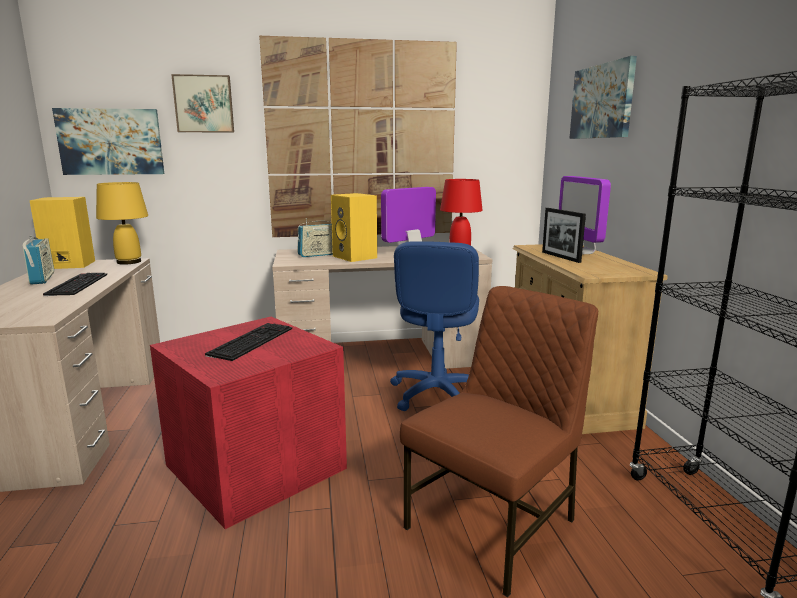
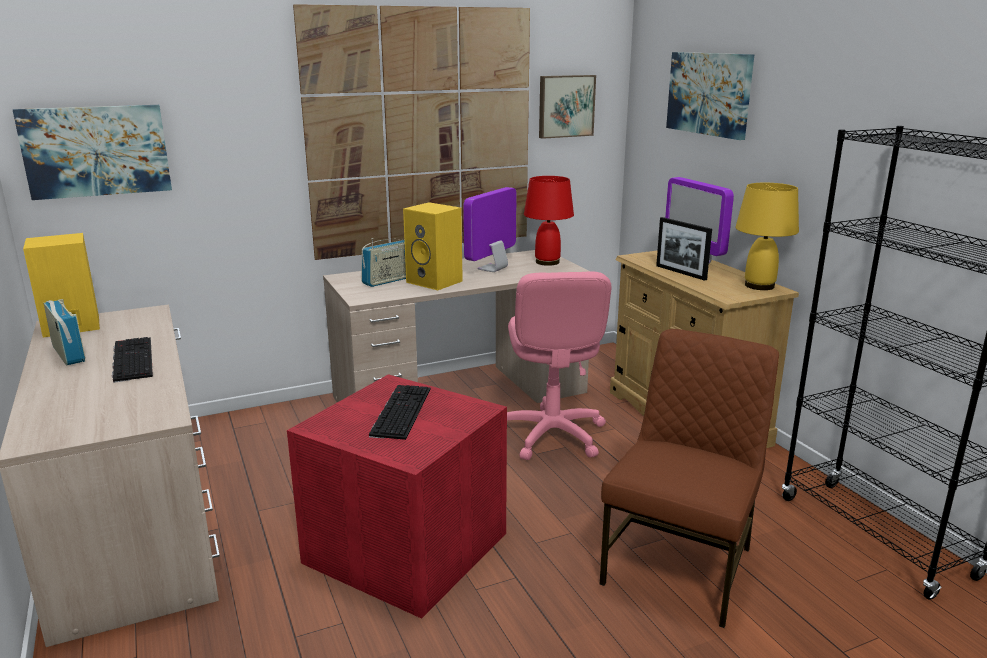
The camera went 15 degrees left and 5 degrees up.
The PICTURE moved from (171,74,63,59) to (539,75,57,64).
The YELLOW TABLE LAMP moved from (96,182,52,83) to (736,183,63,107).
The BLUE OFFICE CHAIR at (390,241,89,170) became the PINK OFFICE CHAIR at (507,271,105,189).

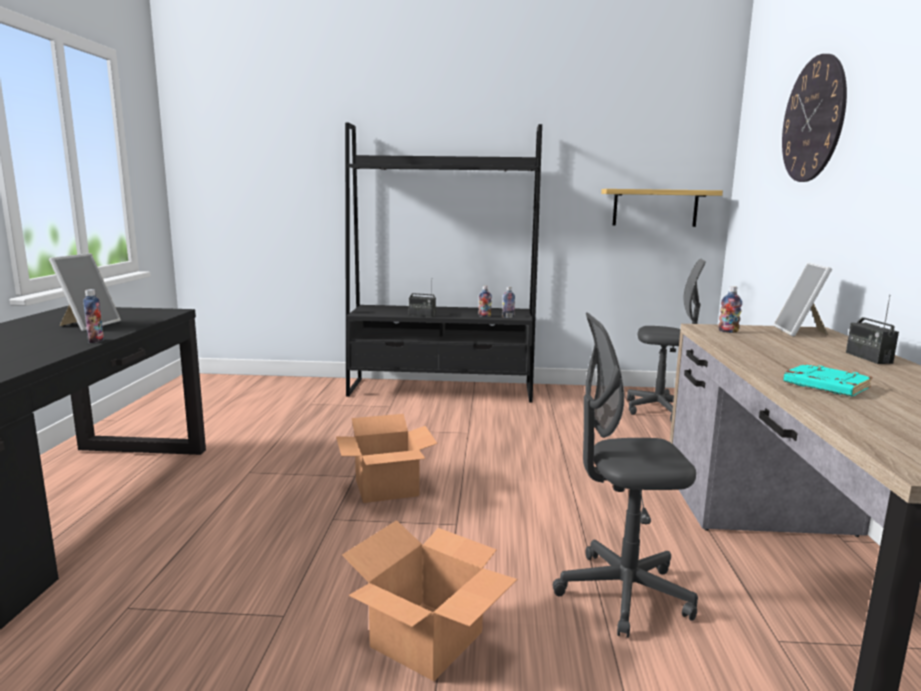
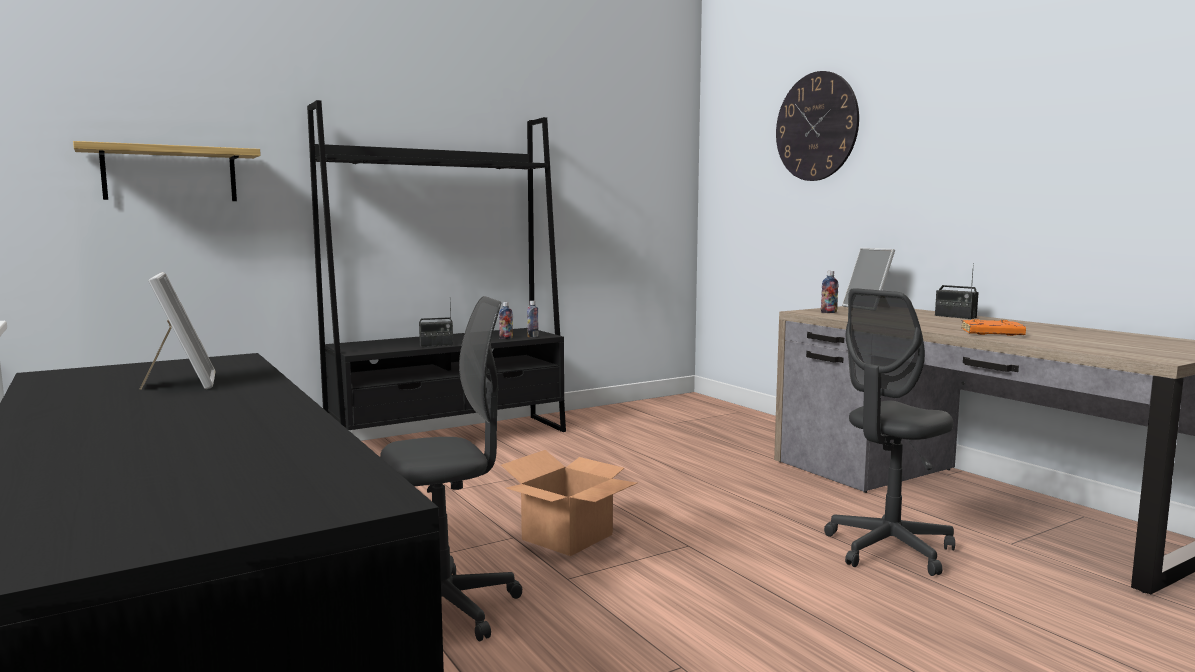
The camera went 35 degrees left and 5 degrees down.
The SHELF moved from (601,189,122,38) to (73,141,188,60).
The GREY OFFICE CHAIR moved from (627,259,79,162) to (380,296,142,345).
The BOTTLE at (83,289,21,54) disappeared.
The TURQUOISE BOOK at (783,364,90,32) became the ORANGE BOOK at (961,319,65,17).
The CARDBOARD BOX at (342,520,175,161) disappeared.

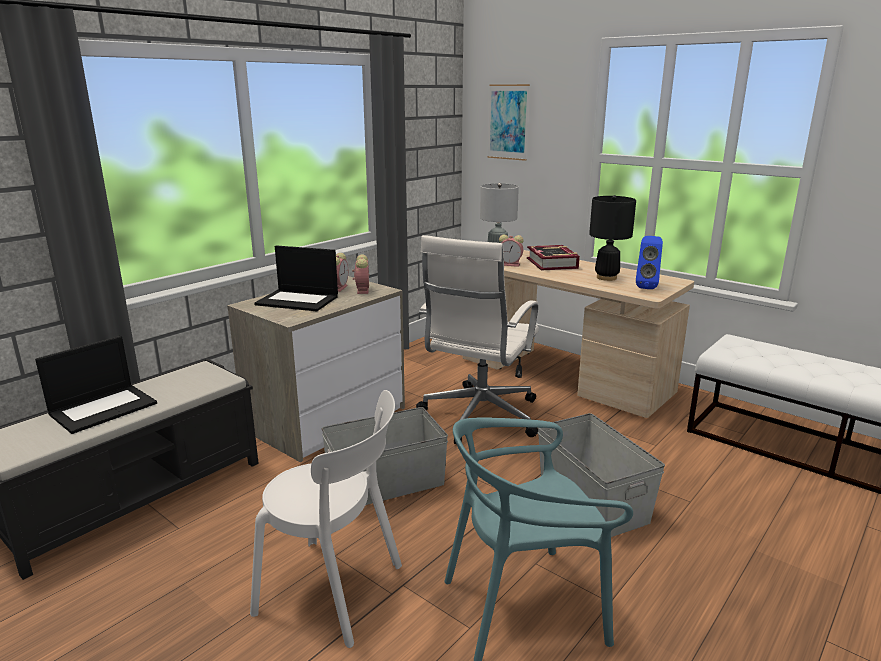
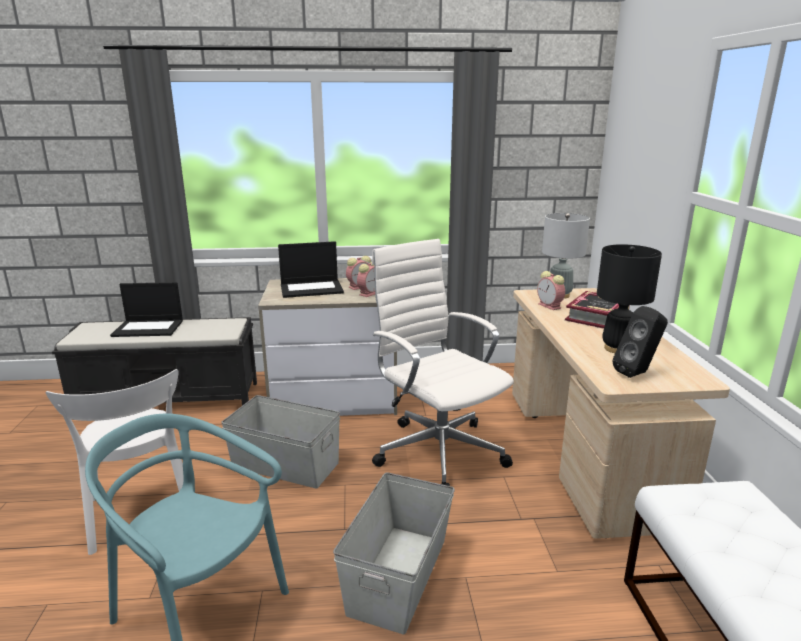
The camera went 45 degrees right and 0 degrees up.
The PICTURE at (488,84,42,77) disappeared.
The WHITE OFFICE CHAIR at (416,235,123,209) turned 75 degrees clockwise.
The BLUE SPEAKER at (636,236,27,53) became the BLACK SPEAKER at (612,306,56,72).
The LAPTOP at (254,245,84,66) turned 75 degrees counterclockwise.

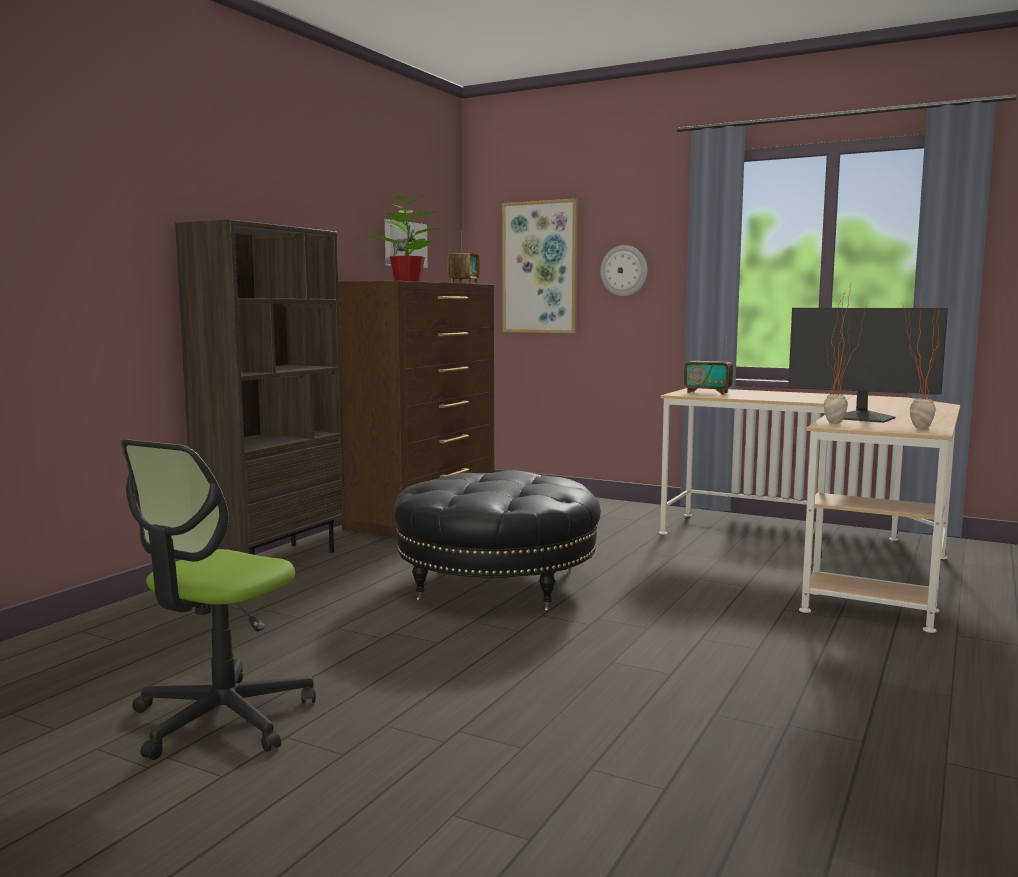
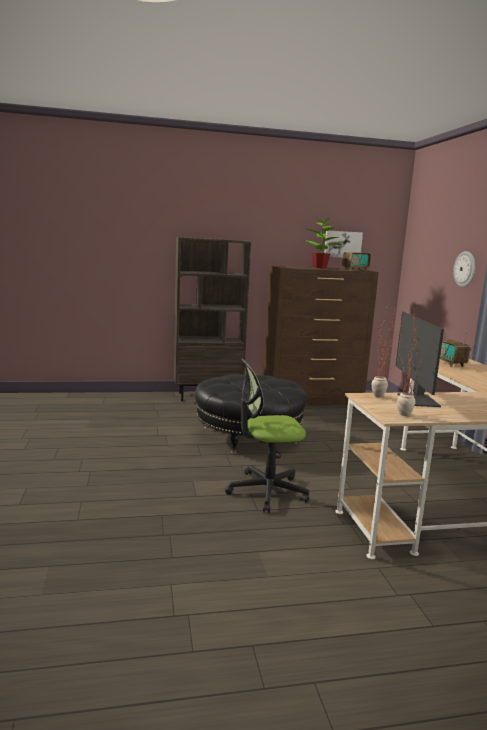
The camera went 50 degrees right and 5 degrees up.
The PICTURE at (502,198,76,135) disappeared.
The OFFICE CHAIR moved from (121,439,195,321) to (225,358,84,155).

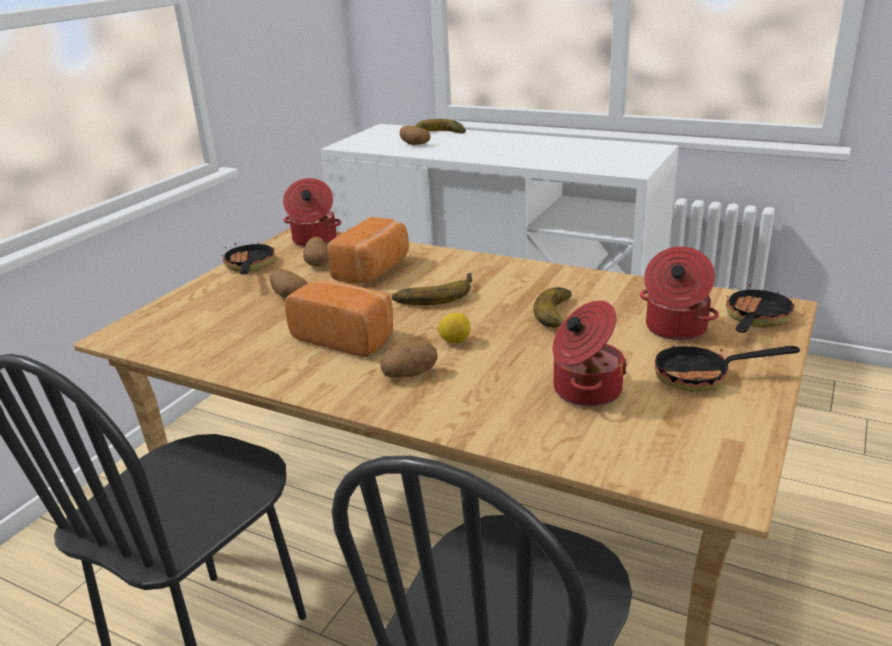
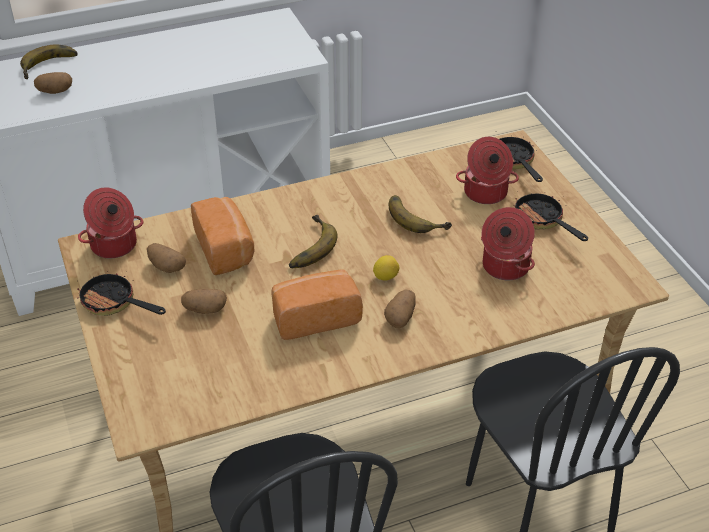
The camera went 50 degrees left and 15 degrees up.
The FRYING PAN at (655,332,145,59) turned 105 degrees clockwise.

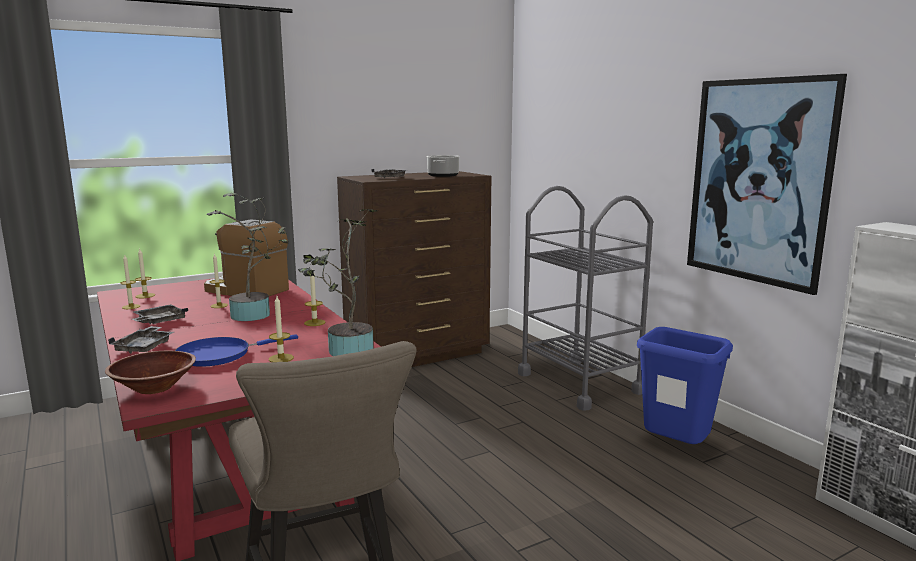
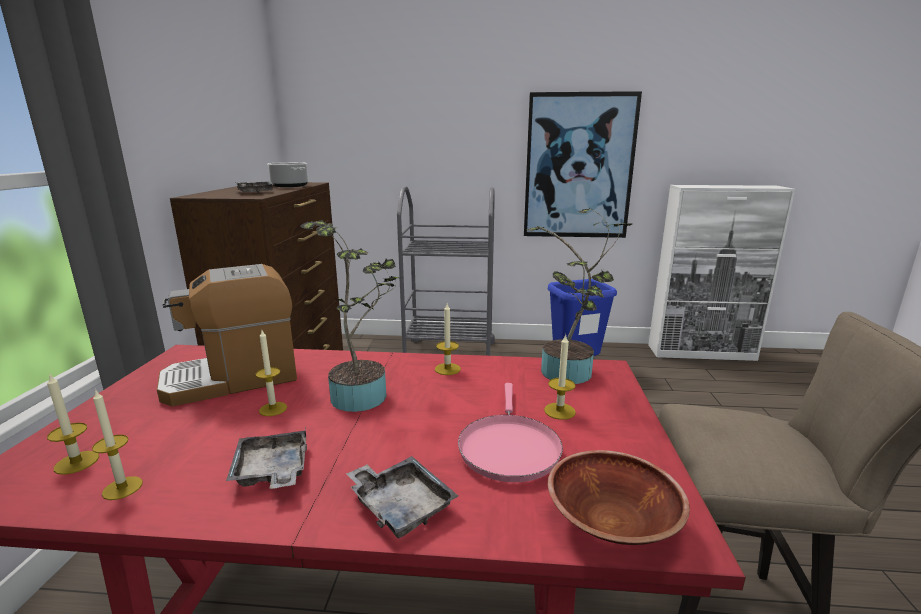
The camera went 55 degrees left and 5 degrees up.
The BLUE FRYING PAN at (175,334,123,33) became the PINK FRYING PAN at (458,383,105,99).

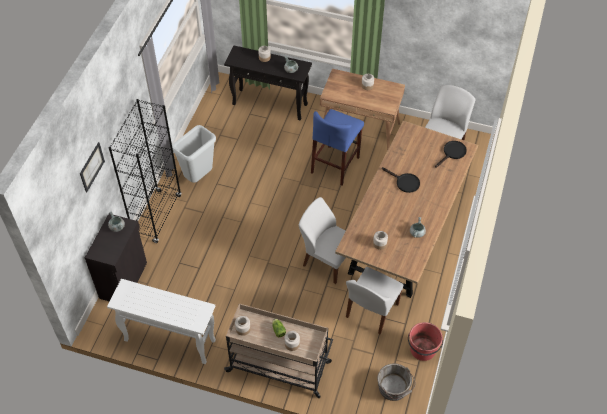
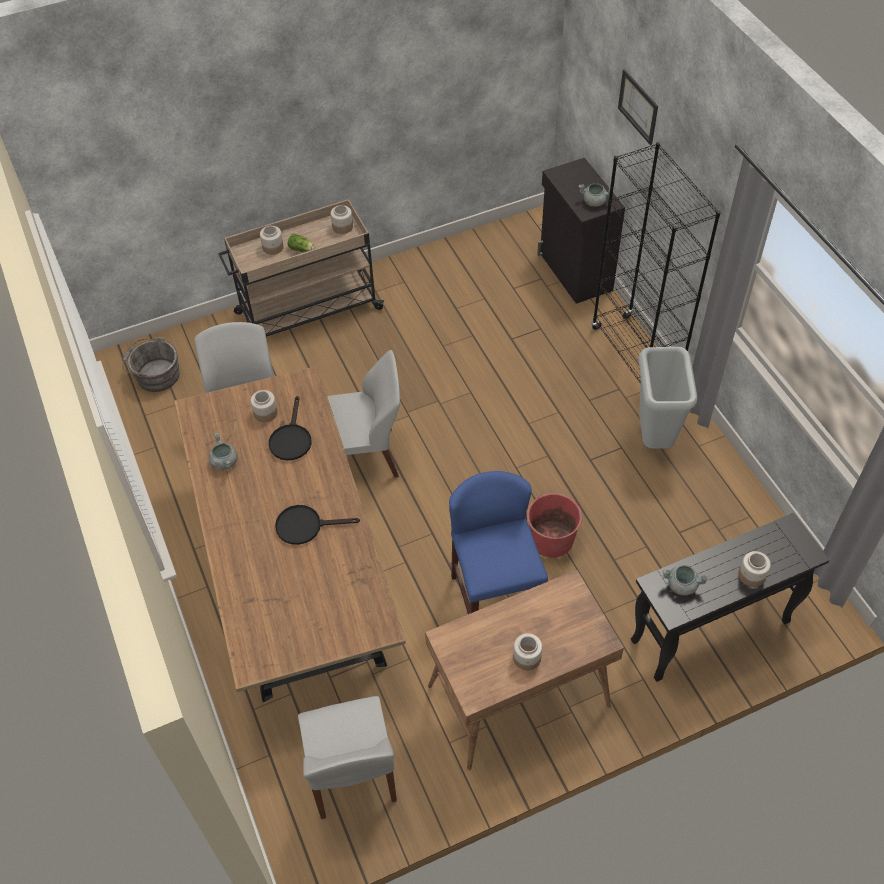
The camera went 140 degrees right and 0 degrees up.
The BLACK FRYING PAN moved from (435,141,32,26) to (269,396,43,65).
The WHITE CONSOLE TABLE at (107,279,109,85) disappeared.
The RED BUCKET moved from (408,322,35,39) to (525,493,57,65).

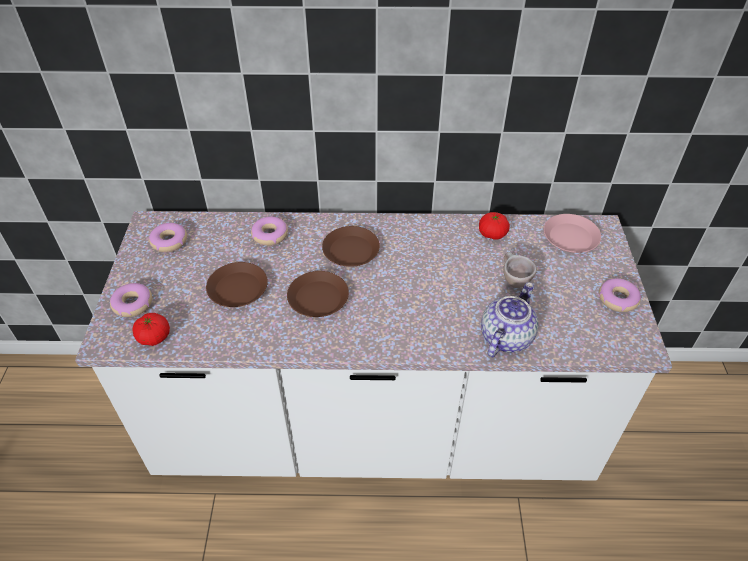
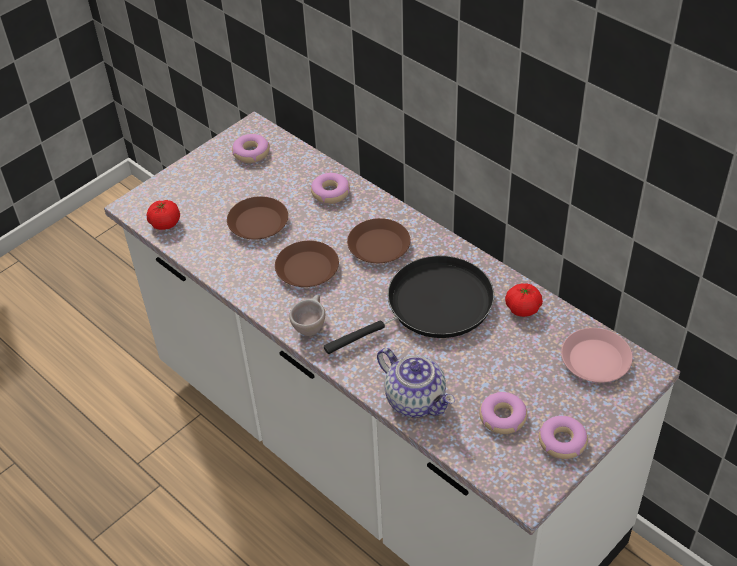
The camera went 45 degrees right and 0 degrees up.
The BEIGE CUP moved from (503,252,34,36) to (289,295,36,41).
The TEAPOT at (481,282,58,75) turned 60 degrees clockwise.
The DONUT moved from (110,283,42,34) to (479,392,48,42).
The BLACK FRYING PAN at (324,256,170,98) appeared.

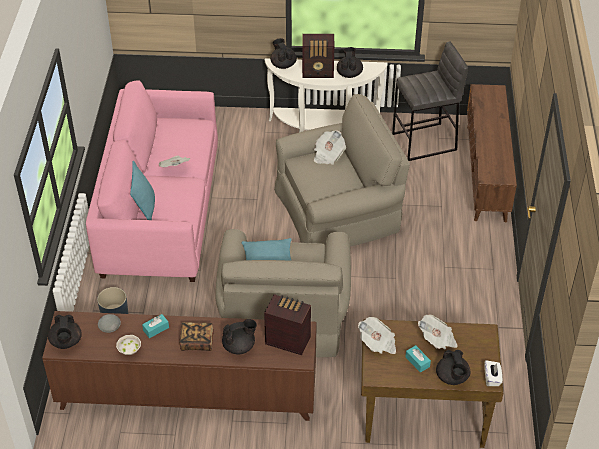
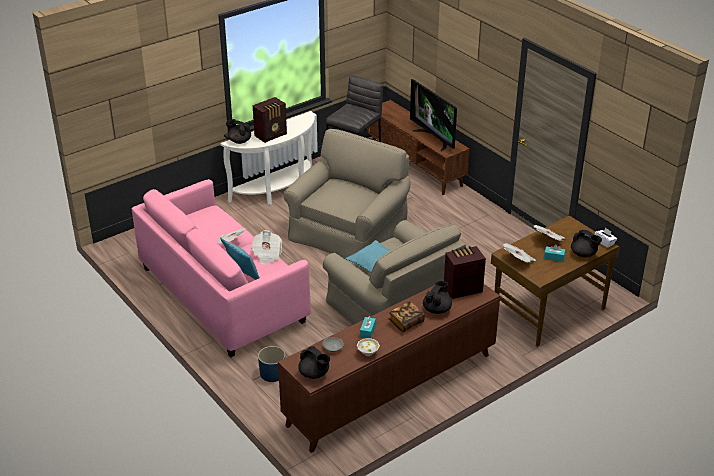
The camera went 40 degrees left and 10 degrees down.
The BLACK TEAPOT at (337,47,26,31) disappeared.
The NEWSPAPER moved from (314,130,32,35) to (251,230,31,35).
The TELEVISION at (410,79,47,72) appeared.

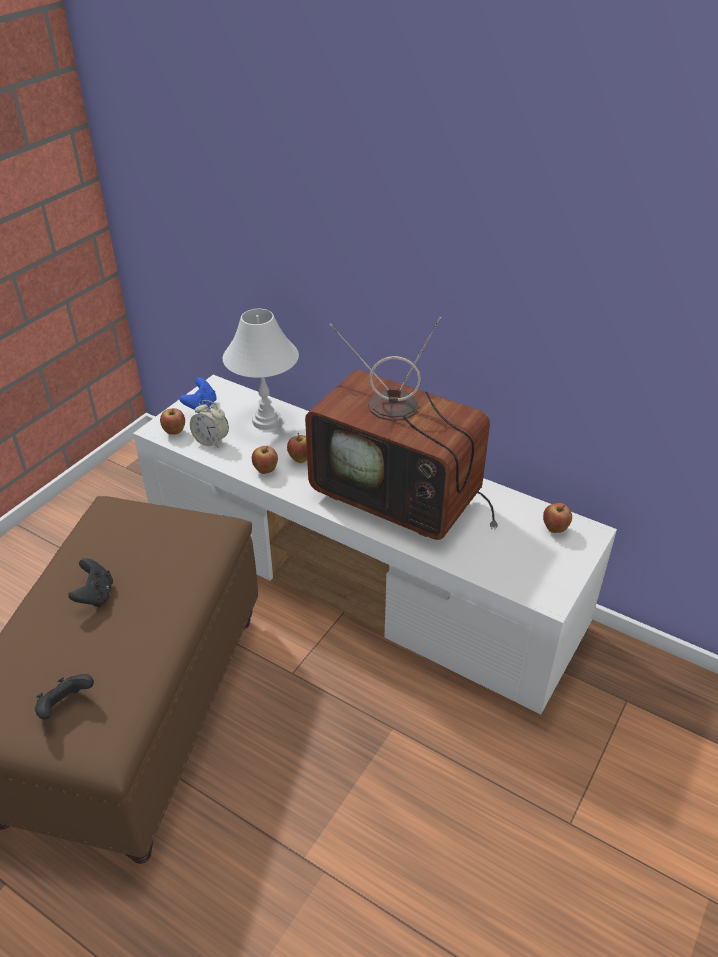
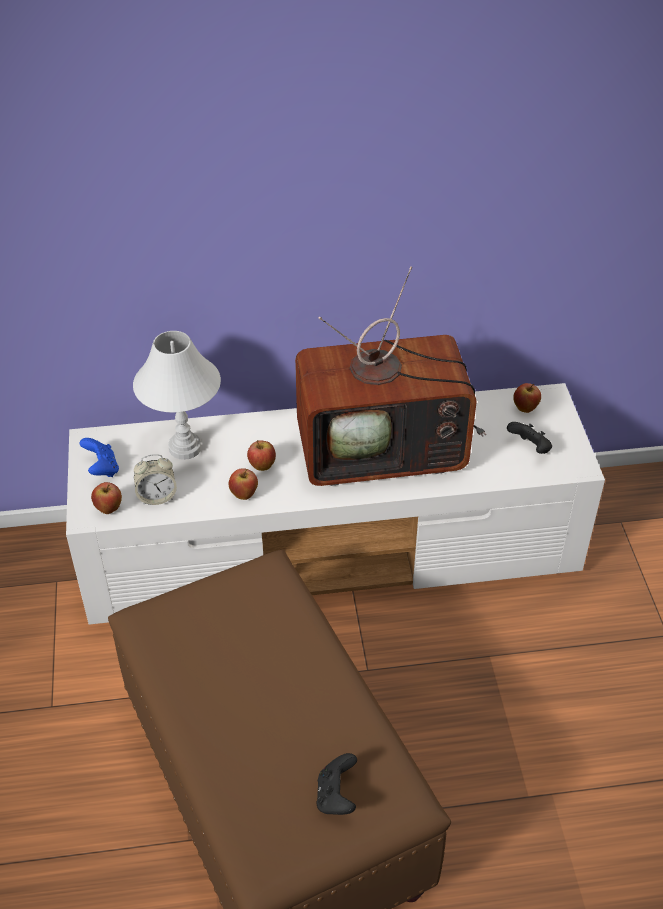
The camera went 40 degrees left and 5 degrees up.
The BLACK GAME CONTROLLER moved from (68,558,45,49) to (507,422,45,32).

